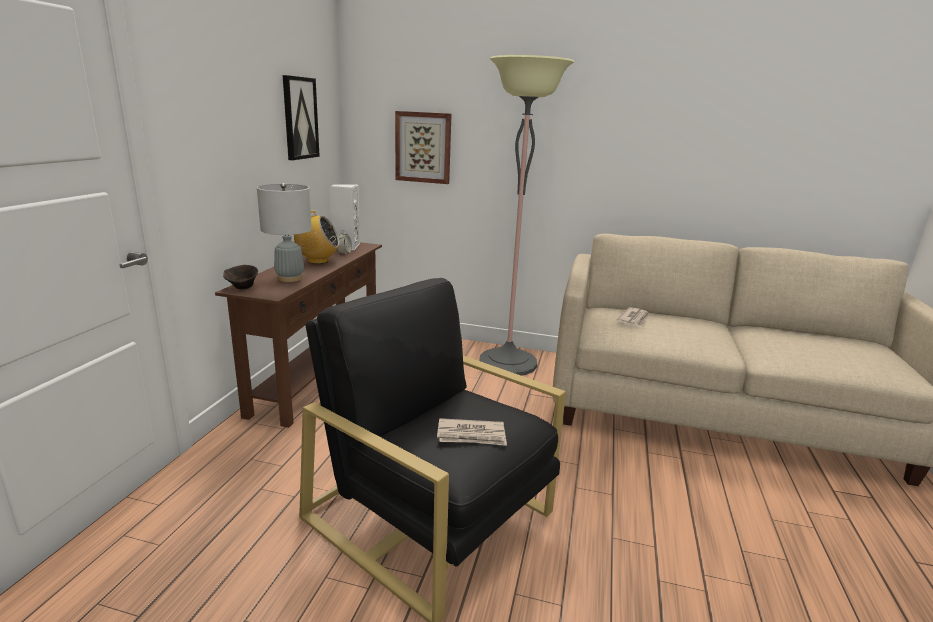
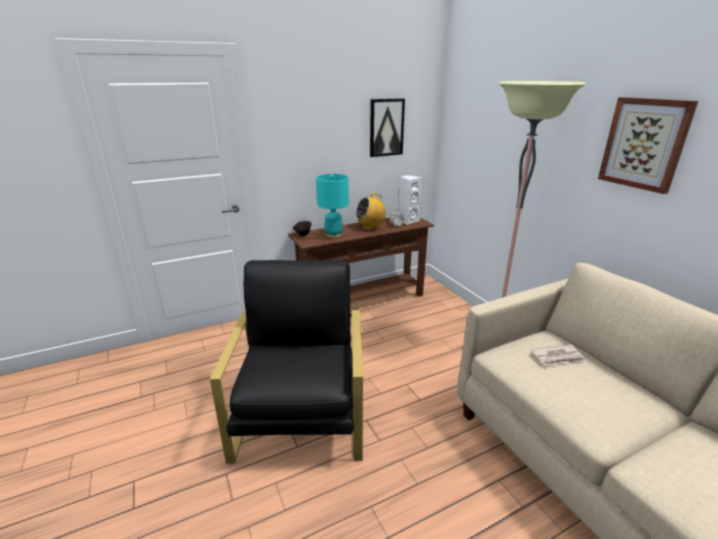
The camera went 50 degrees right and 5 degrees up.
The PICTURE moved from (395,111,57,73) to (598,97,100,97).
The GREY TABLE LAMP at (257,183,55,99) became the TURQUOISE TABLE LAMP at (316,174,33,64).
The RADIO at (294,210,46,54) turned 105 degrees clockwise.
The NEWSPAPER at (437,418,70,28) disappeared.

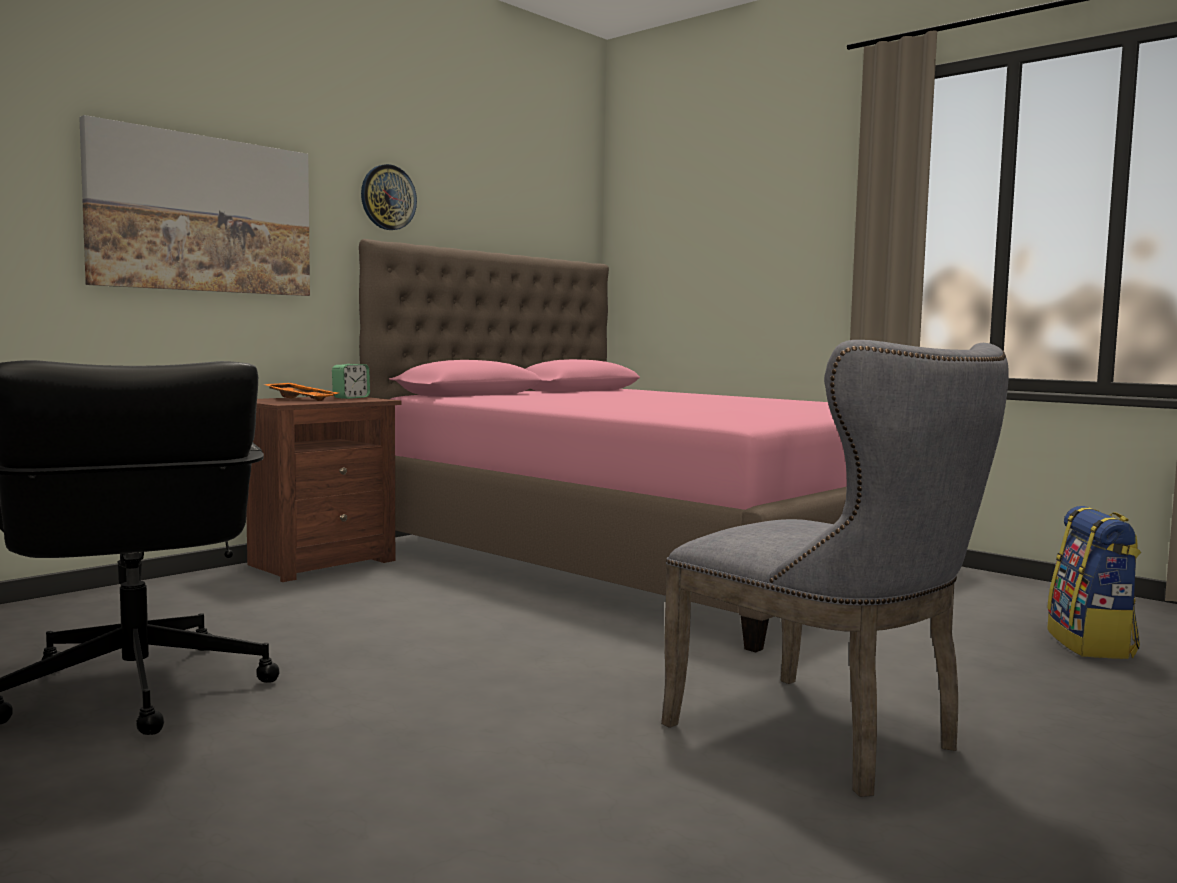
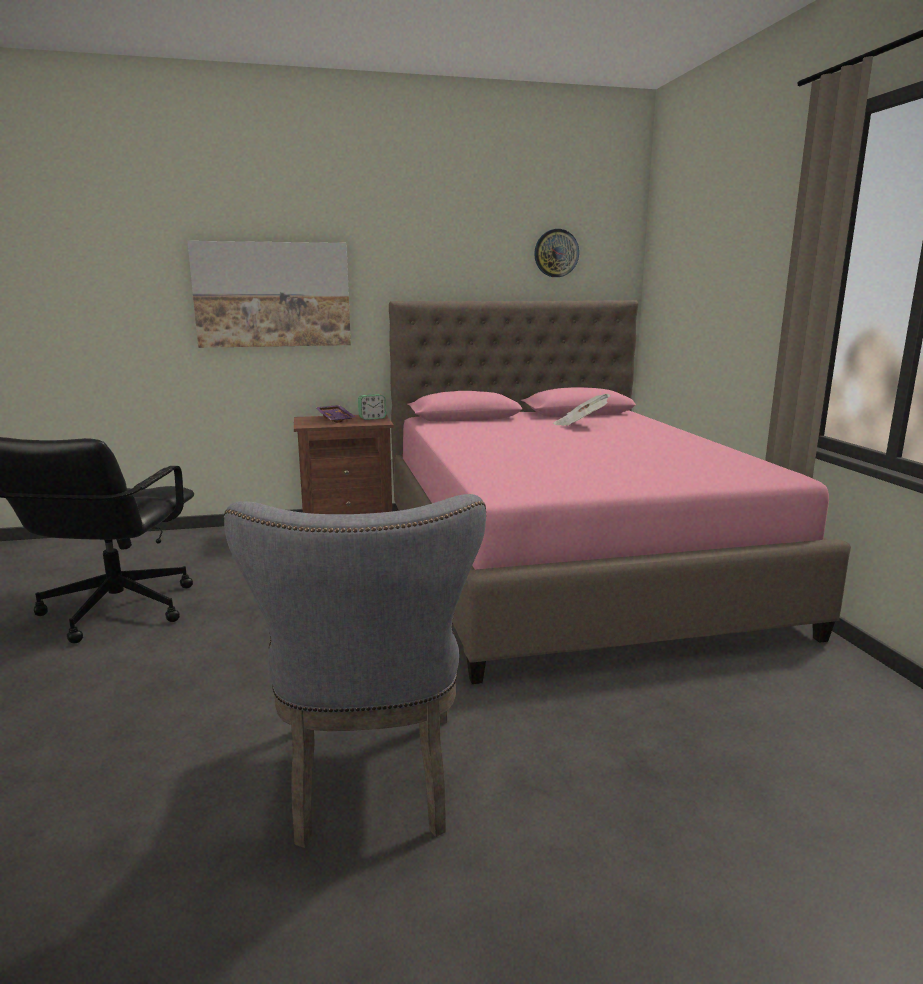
The camera went 35 degrees right and 10 degrees up.
The WALL CLOCK moved from (361,164,56,66) to (534,229,45,48).
The ORANGE TRAY at (263,383,75,18) became the PURPLE TRAY at (315,405,41,18).
The BACKPACK at (1047,506,94,153) disappeared.
The NEWSPAPER at (553,394,58,32) appeared.

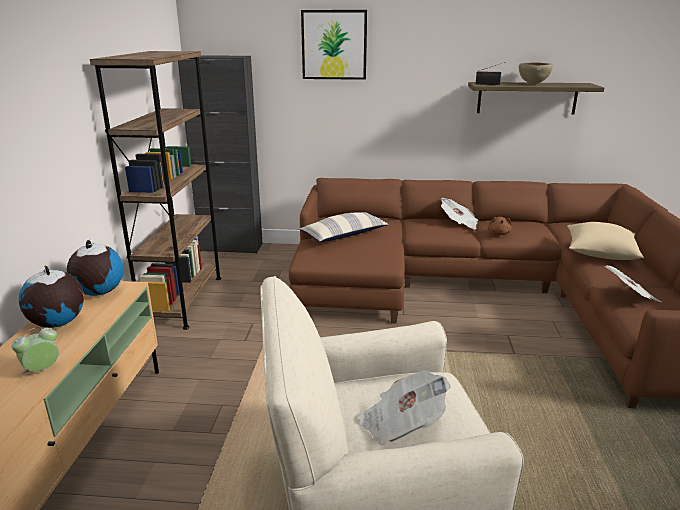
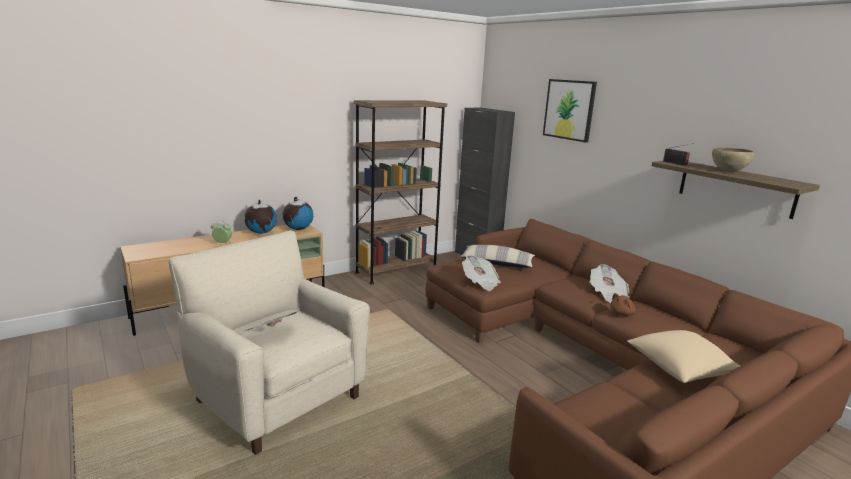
The camera went 50 degrees right and 5 degrees down.
The NEWSPAPER moved from (604,265,58,37) to (462,255,39,36).

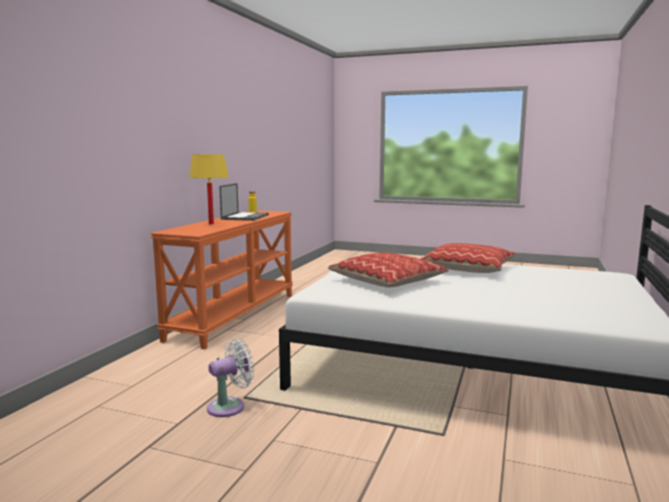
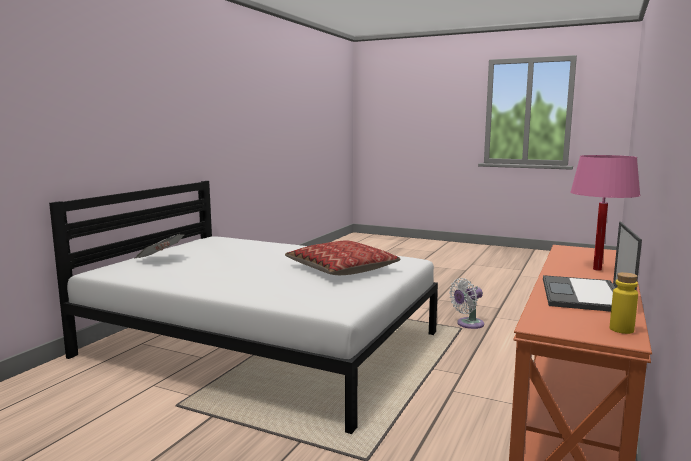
The camera went 175 degrees left and 0 degrees up.
The YELLOW TABLE LAMP at (189,154,40,70) became the PINK TABLE LAMP at (570,155,71,116).
The PILLOW at (420,243,96,30) disappeared.
The NEWSPAPER at (135,234,49,24) appeared.

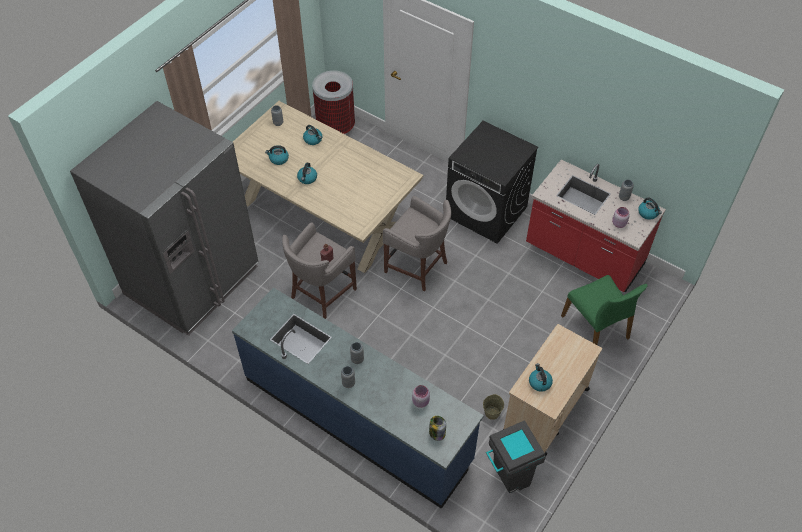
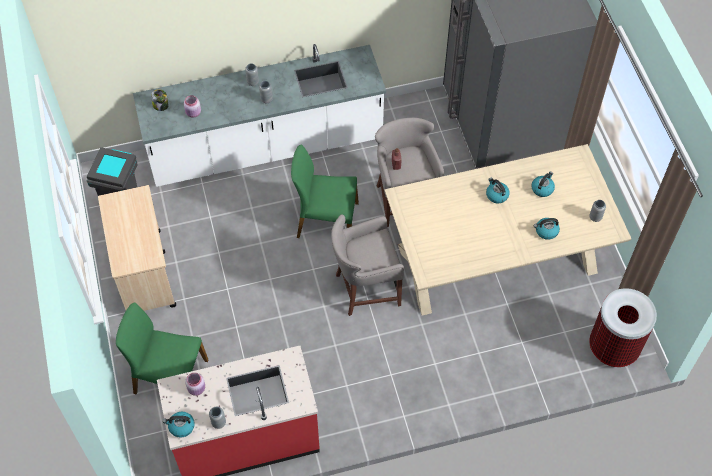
The camera went 130 degrees right and 5 degrees up.
The BLACK WASHING MACHINE at (446,121,92,123) disappeared.
The BLUE COUNTER at (232,287,252,222) became the WHITE COUNTER at (133,44,253,143).
The KETTLE at (529,363,24,29) disappeared.
The BEIGE BUCKET at (483,394,21,26) disappeared.
The GREEN CHAIR at (291,144,68,94) appeared.

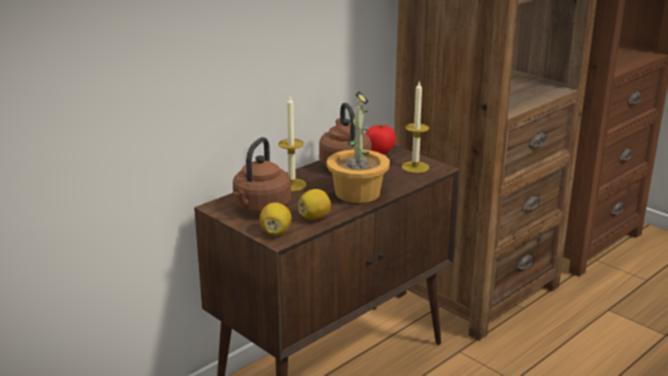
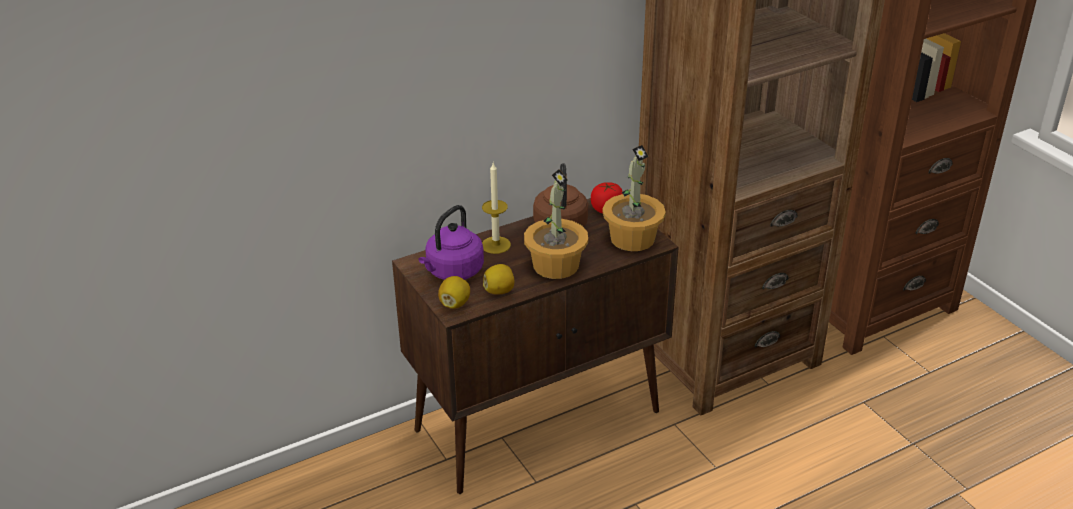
The camera went 15 degrees right and 10 degrees up.
The CANDLE at (402,82,27,91) was replaced by the POTTED PLANT at (602,145,64,106).
The BROWN KETTLE at (233,137,58,78) became the PURPLE KETTLE at (418,205,66,75).

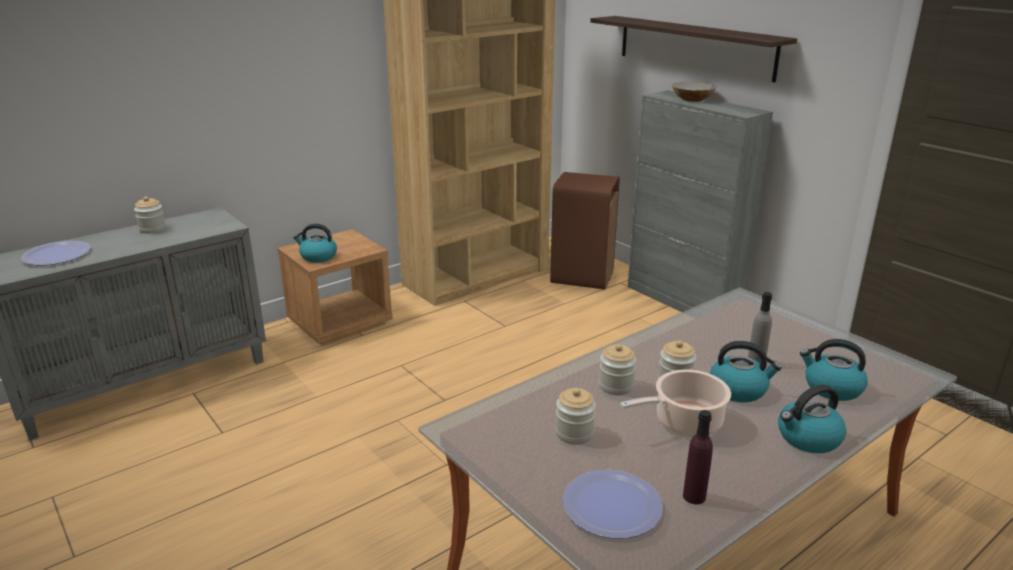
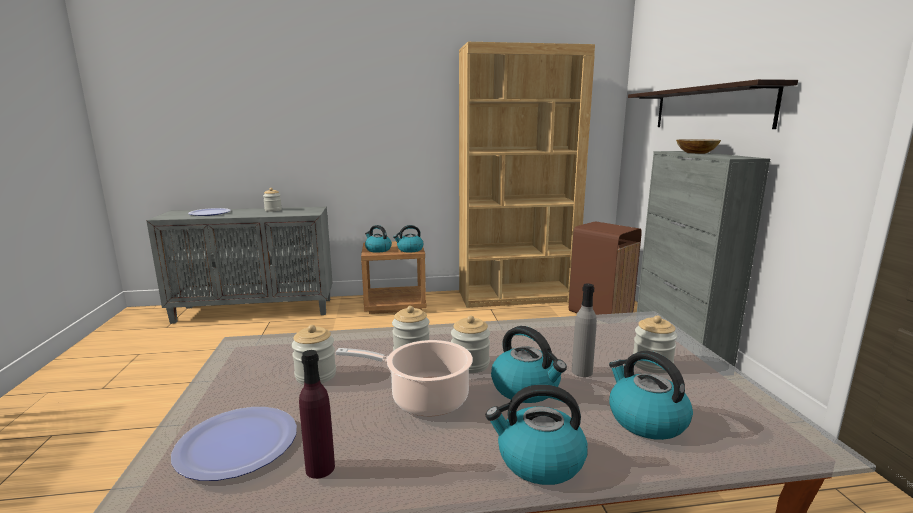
The camera went 30 degrees right and 10 degrees down.
The KETTLE at (393,225,31,28) appeared.
The JAR at (633,316,44,57) appeared.

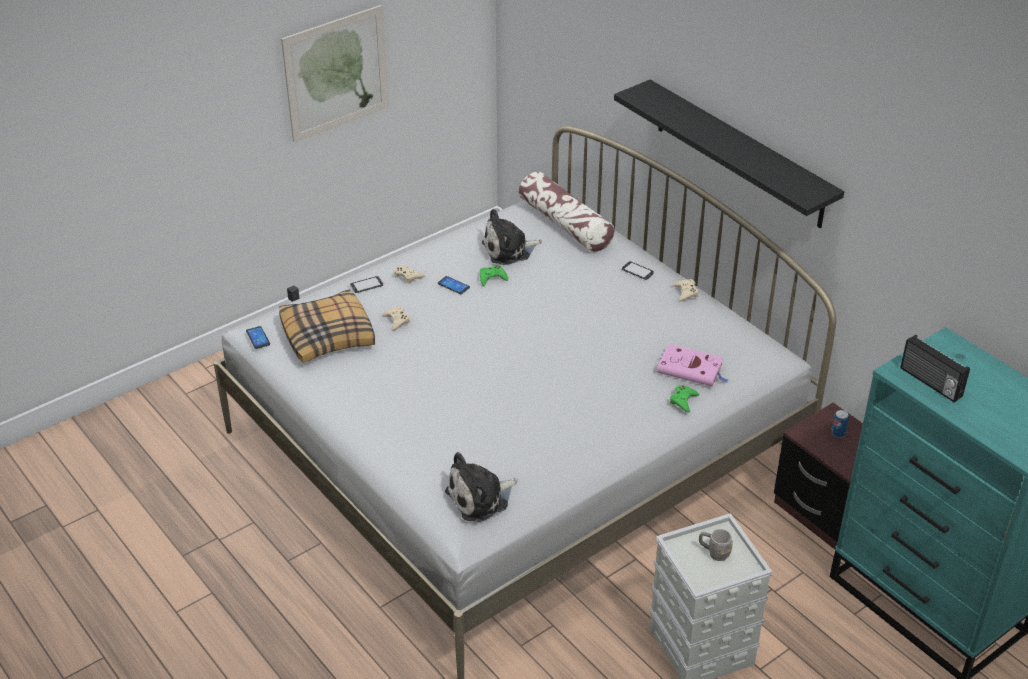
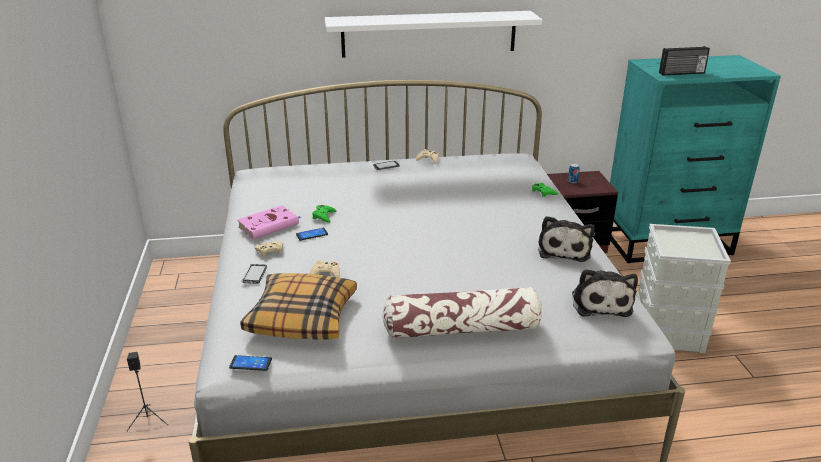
The camera went 60 degrees left and 10 degrees down.
The PICTURE at (281,5,108,138) disappeared.
The BLACK SHELF at (614,80,230,148) became the WHITE SHELF at (325,11,217,47).
The PILLOW moved from (519,172,95,80) to (382,287,160,51).
The PLUSH TOY moved from (482,209,60,56) to (538,216,57,46).
The PINK BOOK moved from (657,344,71,43) to (237,205,65,34).
The GREY MUG at (699,529,34,32) disappeared.

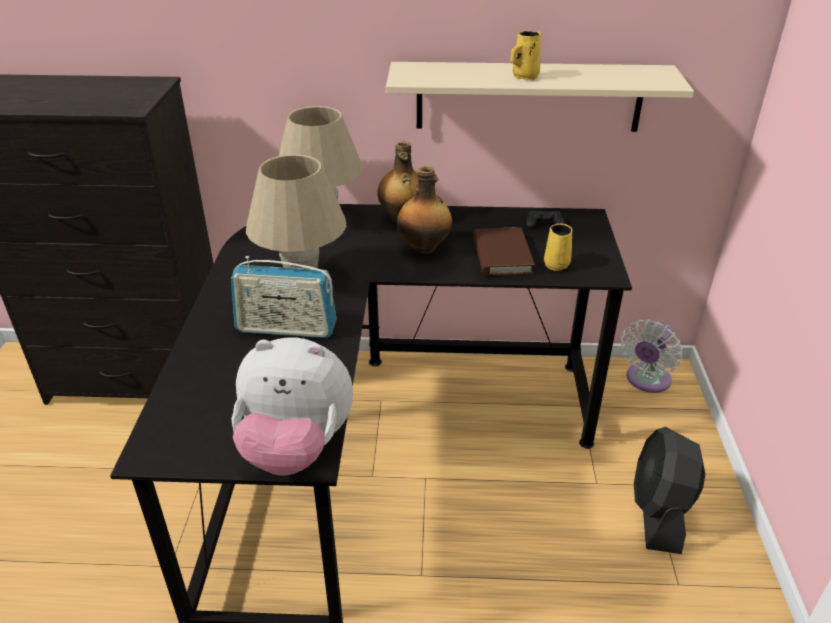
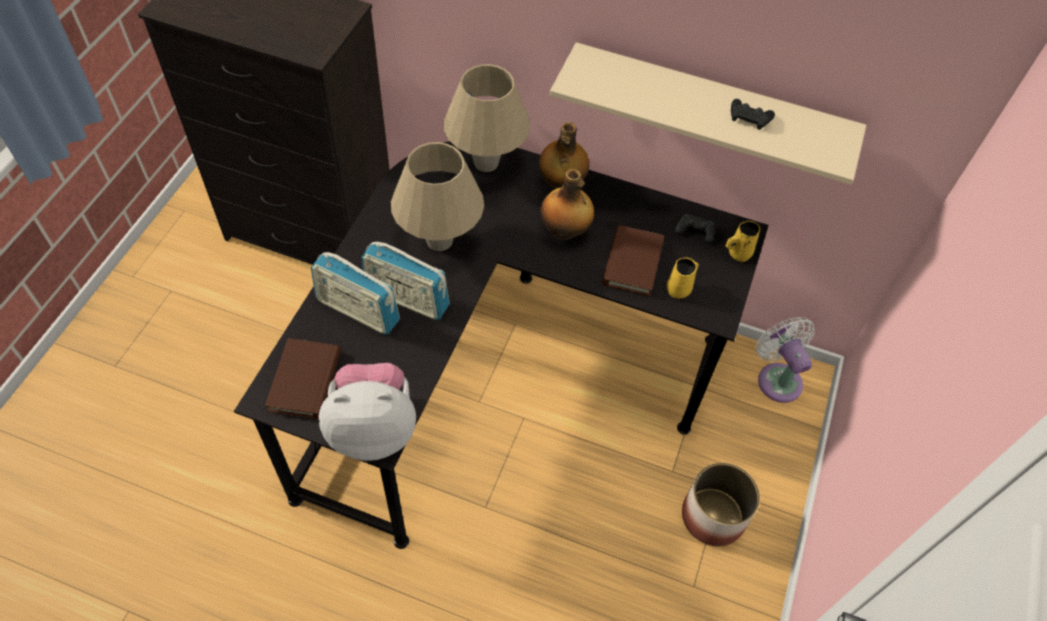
The camera went 15 degrees right and 20 degrees up.
The YELLOW MUG moved from (510,31,31,49) to (726,221,35,41).
The WHITE FAN at (621,319,61,74) turned 105 degrees clockwise.
The PLUSH TOY at (231,337,122,138) turned 150 degrees clockwise.
The BLACK FAN at (634,427,71,127) was replaced by the PLANTER at (682,463,78,83).
The BLACK GAME CONTROLLER at (731,99,44,31) appeared.
The RADIO at (311,252,89,83) appeared.
The BROWN BOOK at (265,338,76,81) appeared.

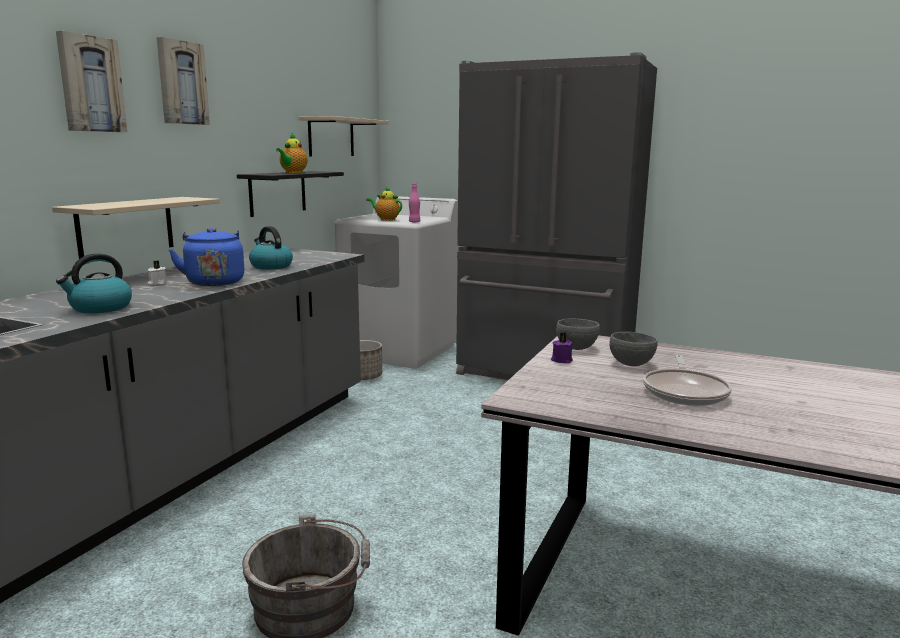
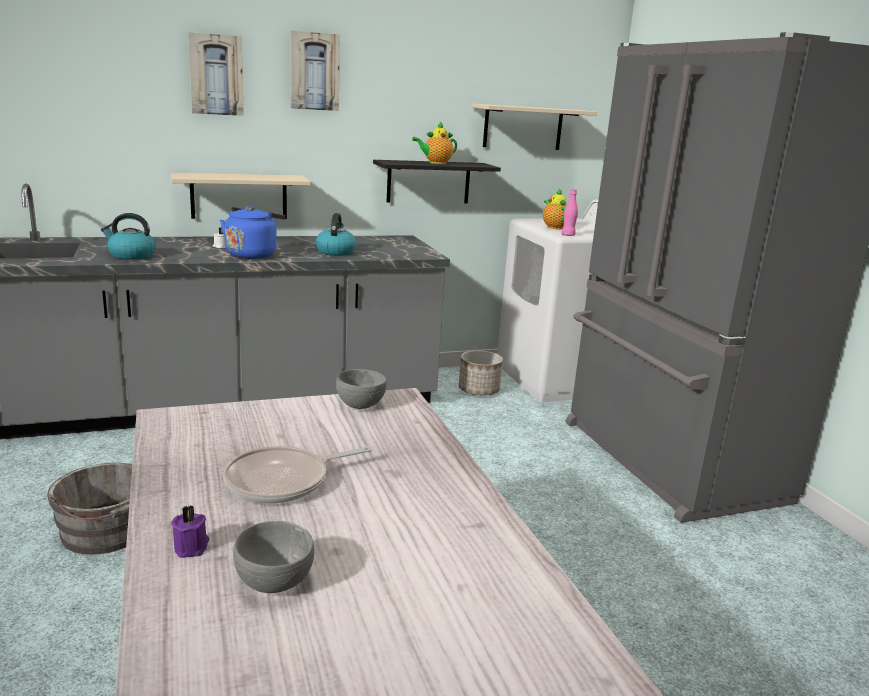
The camera went 45 degrees right and 5 degrees up.
The PURPLE CANDLE moved from (551,332,22,31) to (171,505,38,53).
The GREY BOWL moved from (609,332,49,34) to (233,521,81,72).

